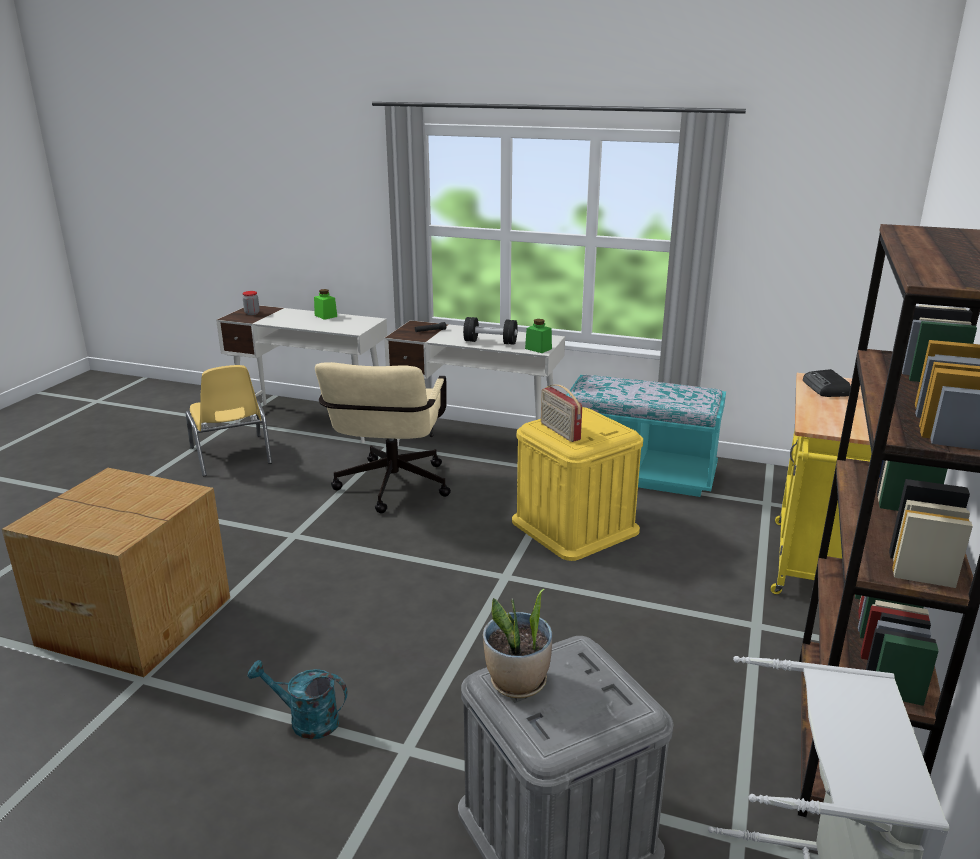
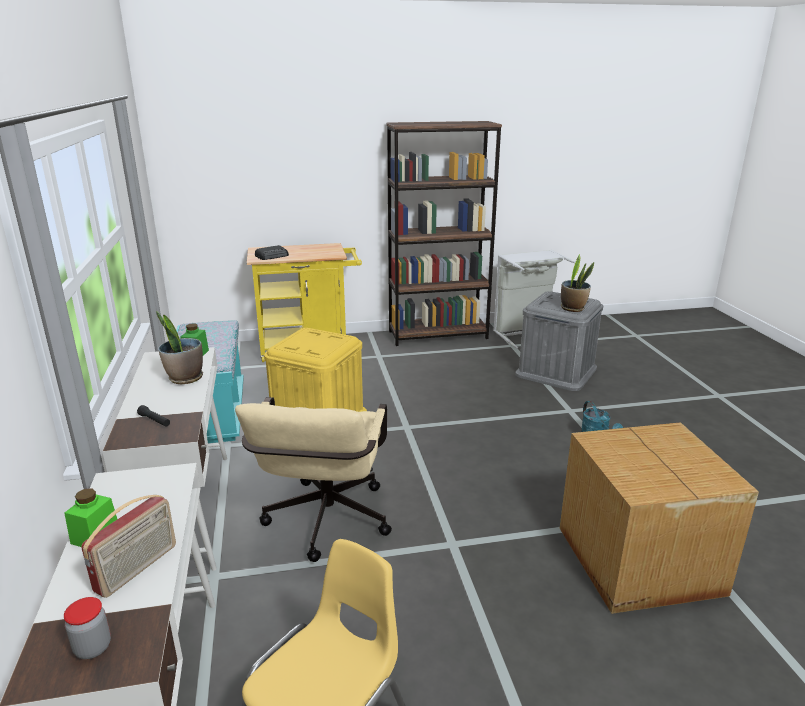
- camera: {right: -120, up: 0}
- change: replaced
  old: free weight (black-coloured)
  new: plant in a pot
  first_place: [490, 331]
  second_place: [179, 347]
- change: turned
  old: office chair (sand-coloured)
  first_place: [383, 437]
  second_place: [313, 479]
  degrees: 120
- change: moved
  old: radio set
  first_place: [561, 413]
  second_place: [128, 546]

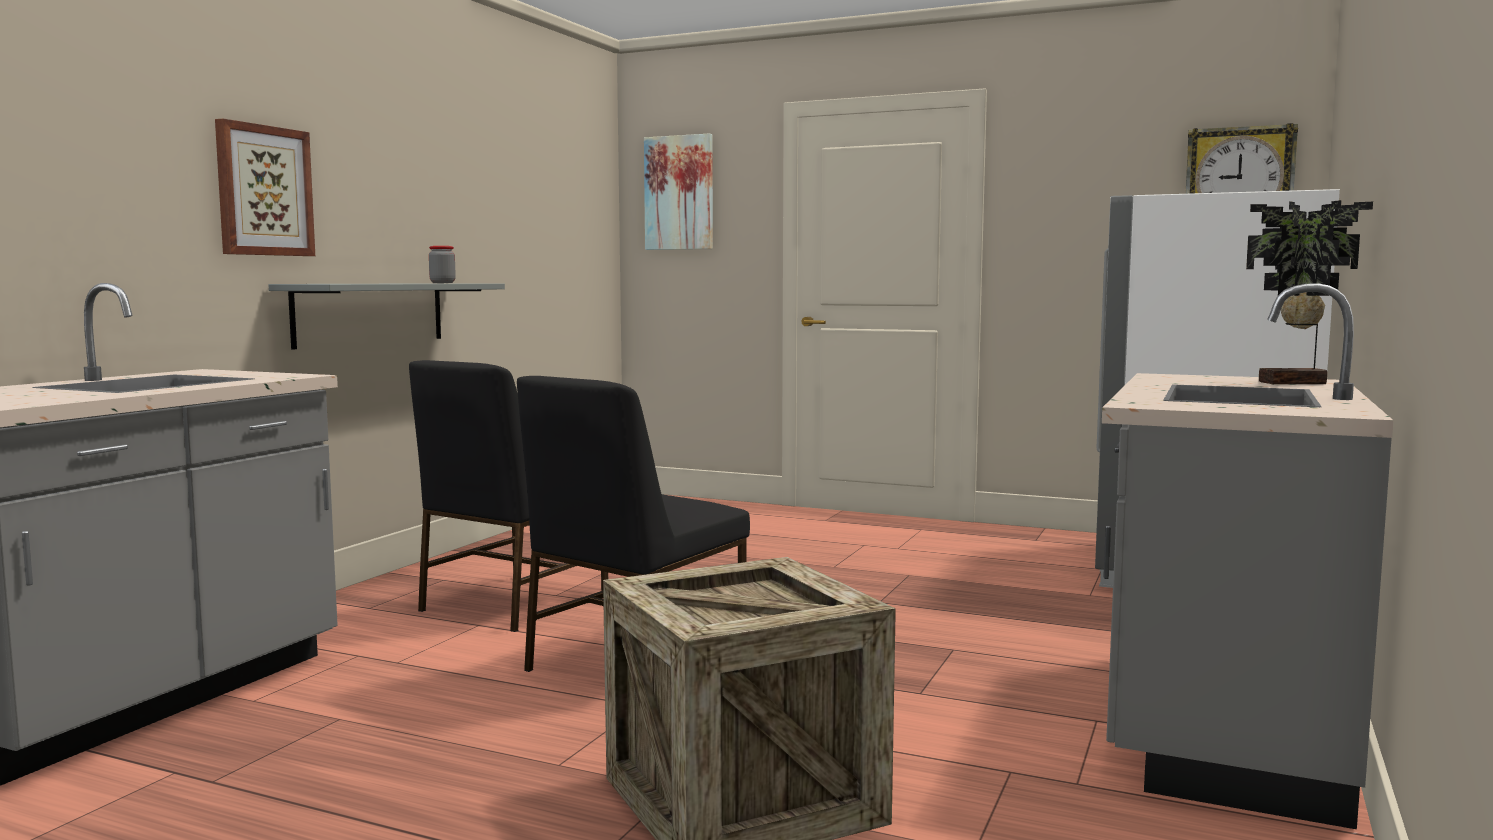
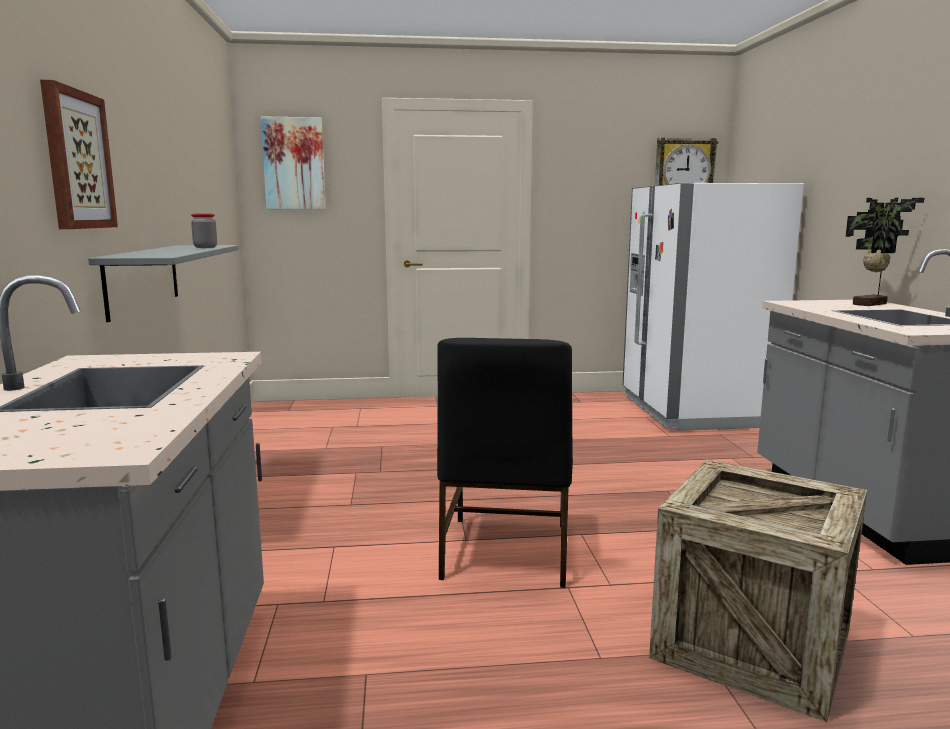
- camera: {right: -30, up: 5}
- change: removed
  old: plain chair (black-coloured)
  first_place: [508, 496]

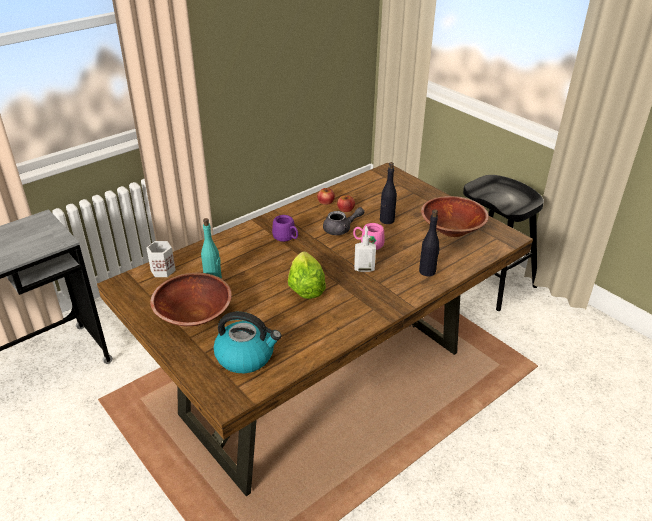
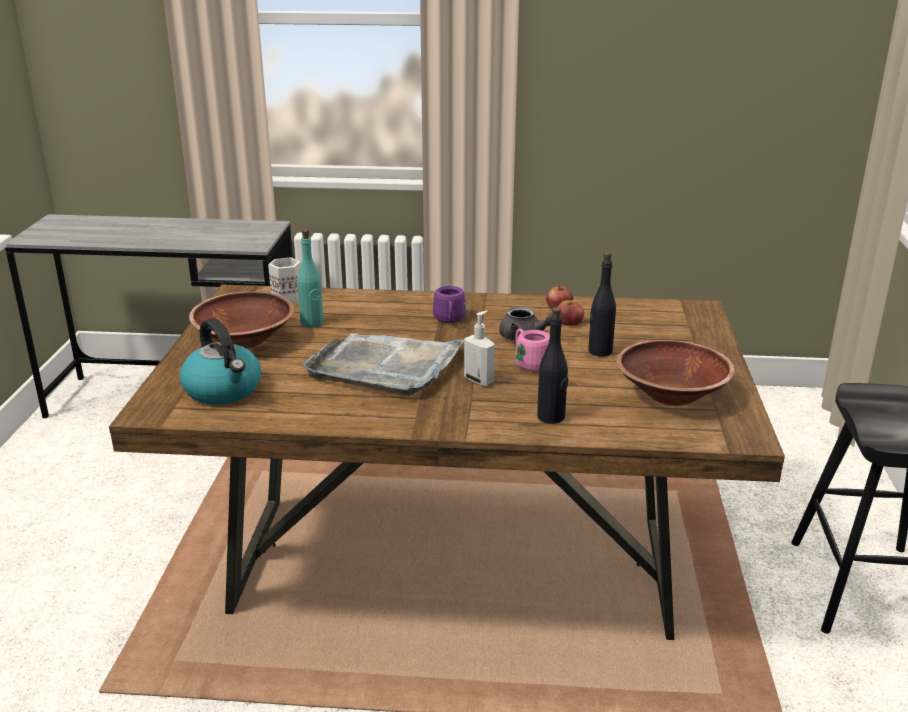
- camera: {right: 45, up: -10}
- change: replaced
  old: head of lettuce
  new: tray (grey)
  first_place: [307, 275]
  second_place: [383, 364]

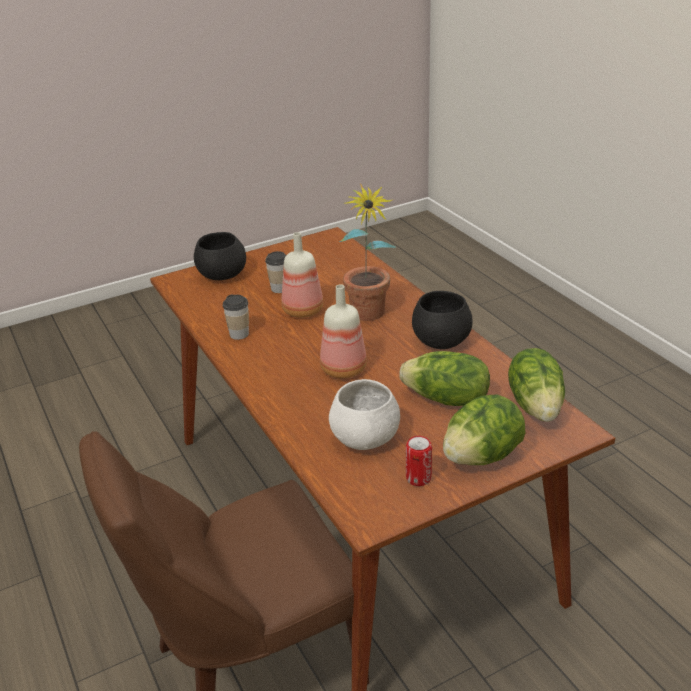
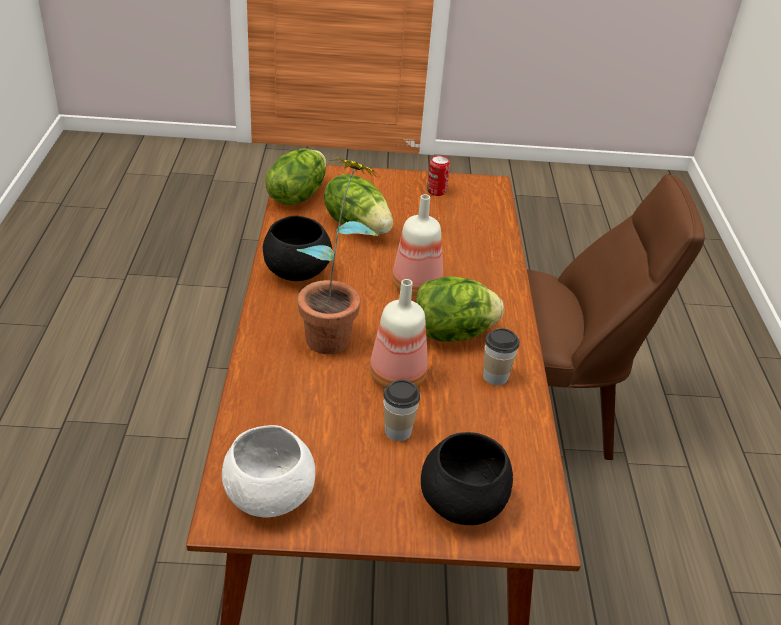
- camera: {right: -155, up: 5}
- change: moved
  old: bowl (whitish)
  first_place: [364, 414]
  second_place: [269, 471]
- change: moved
  old: head of lettuce
  first_place: [484, 429]
  second_place: [460, 309]

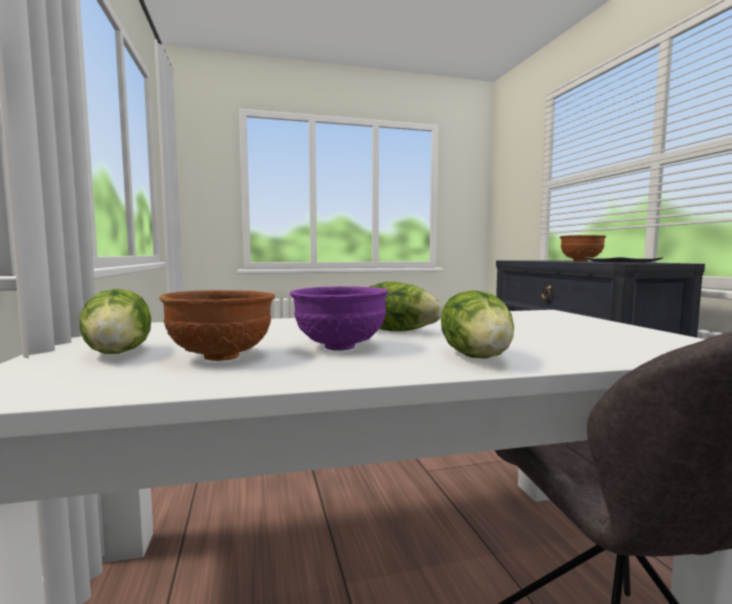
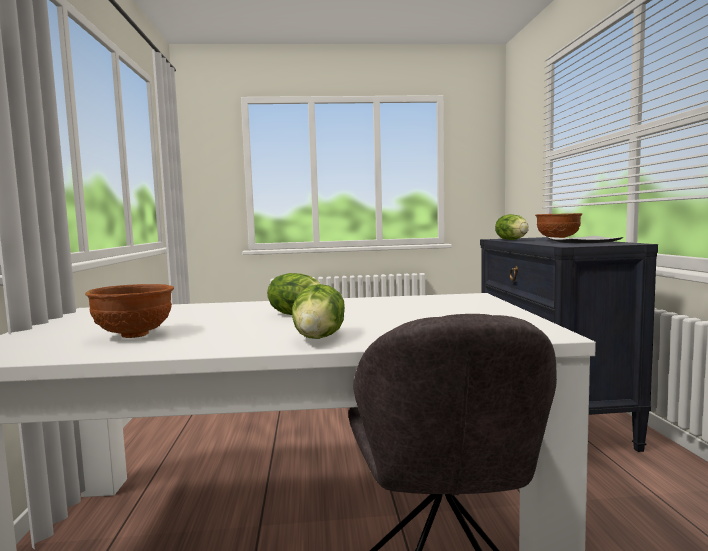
- camera: {right: 10, up: 0}
- change: removed
  old: bowl (purplish)
  first_place: [339, 318]
- change: moved
  old: head of lettuce
  first_place: [115, 321]
  second_place: [512, 227]

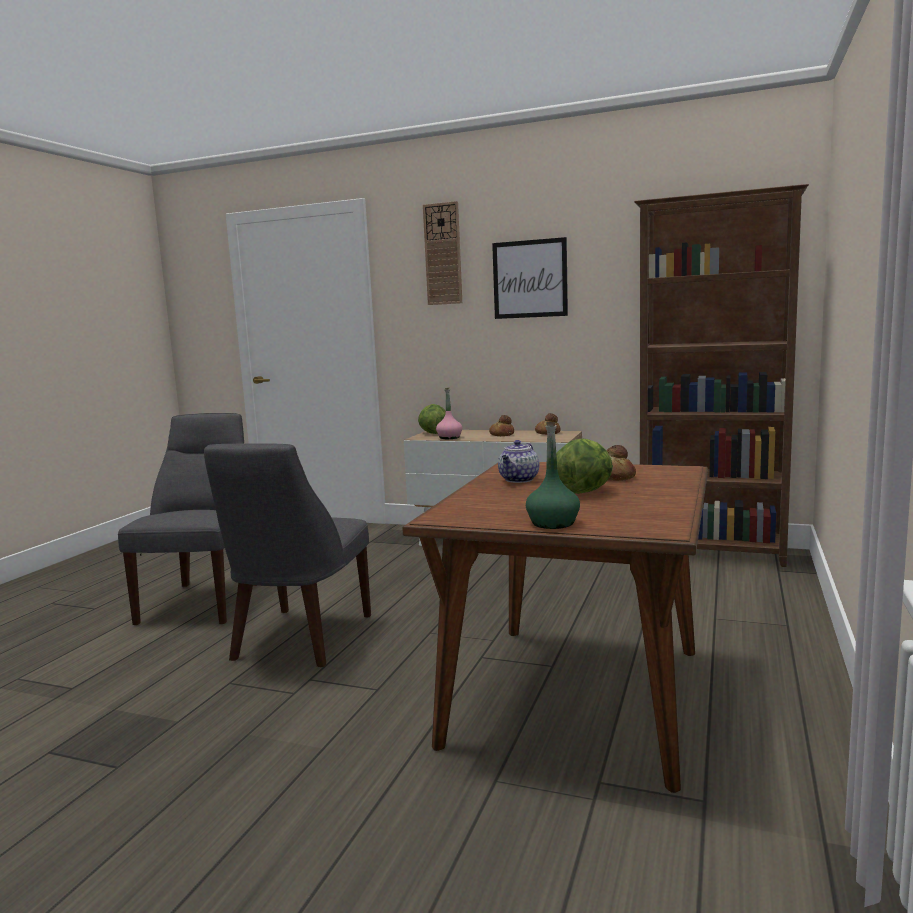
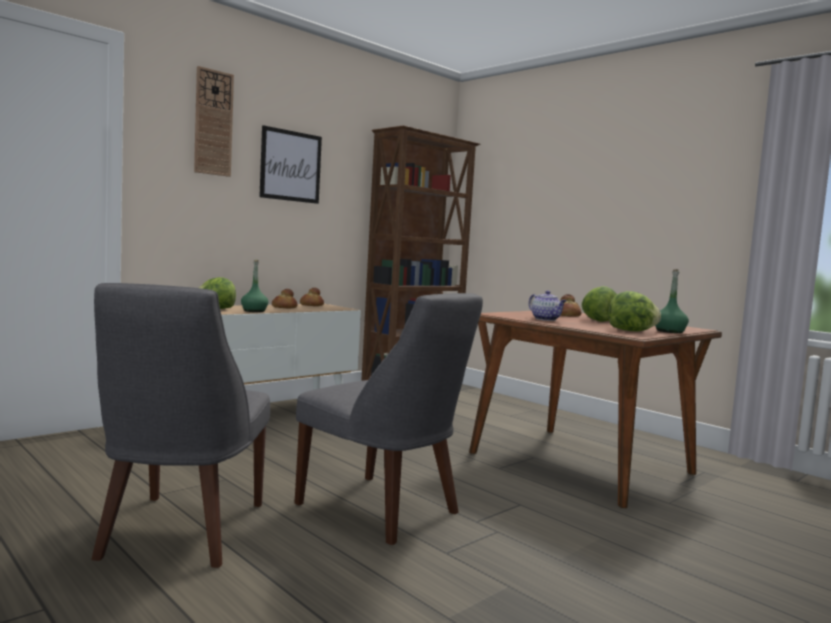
- camera: {right: -65, up: -5}
- change: recoloured
  old: bottle (pinkish)
  new: bottle (green-coloured)
  first_place: [449, 413]
  second_place: [255, 286]
- change: turned
  old: plain chair (grey)
  first_place: [188, 519]
  second_place: [180, 425]
  degrees: -120
- change: added
  new: head of lettuce
  second_place: [634, 311]

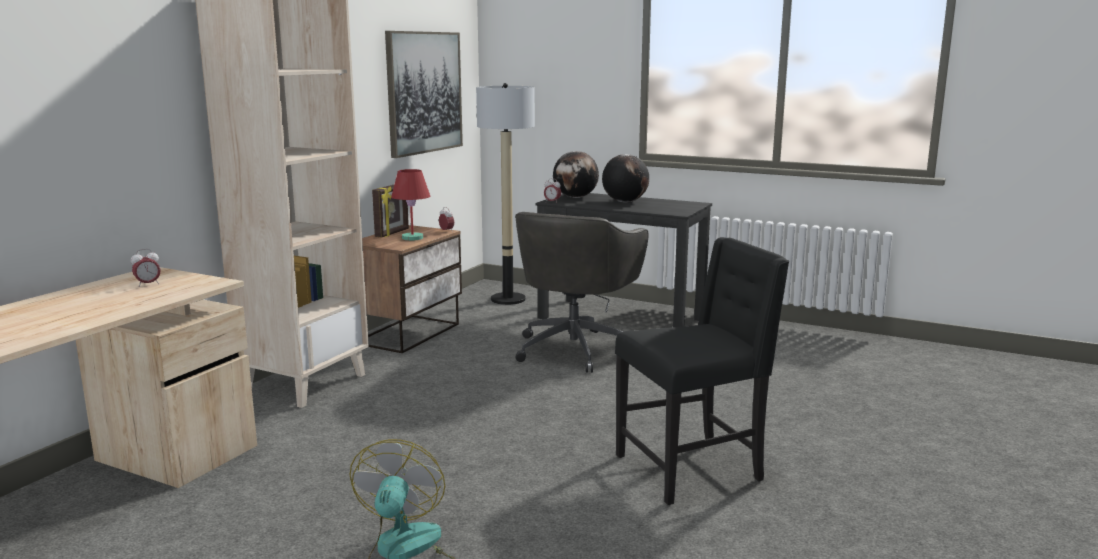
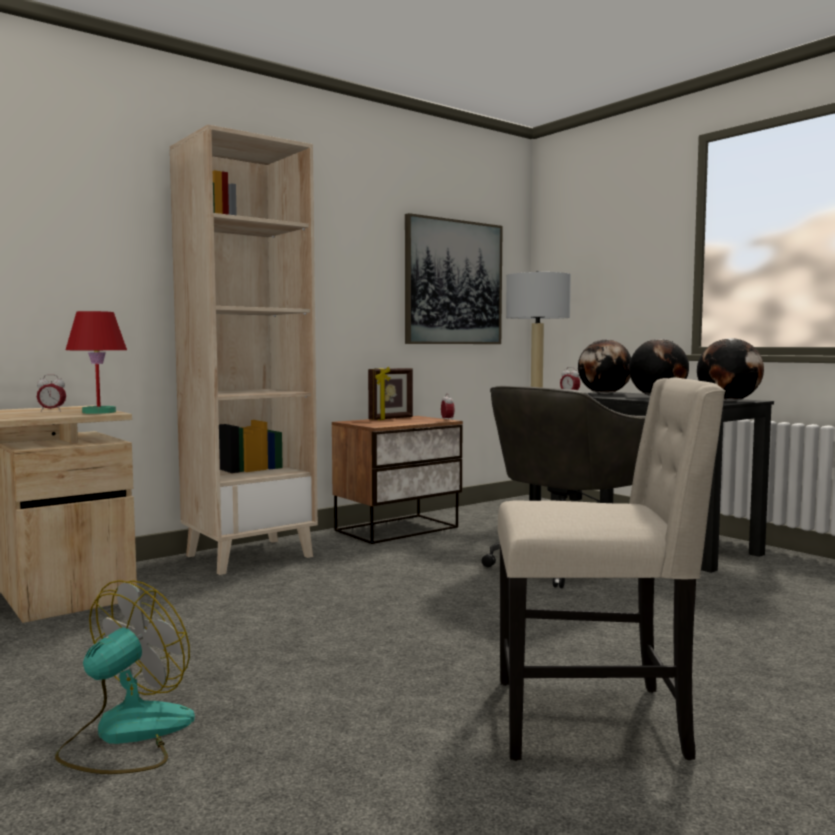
- camera: {right: 25, up: -10}
- change: moved
  old: table lamp (reddish)
  first_place: [410, 205]
  second_place: [96, 362]
- change: recoloured
  old: plain chair (black-coloured)
  new: plain chair (sand-coloured)
  first_place: [702, 371]
  second_place: [611, 569]
- change: added
  new: desk globe
  second_place: [730, 369]

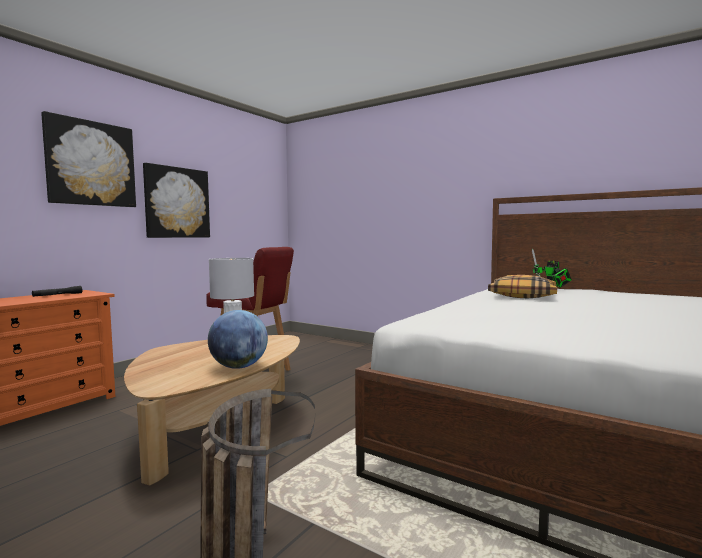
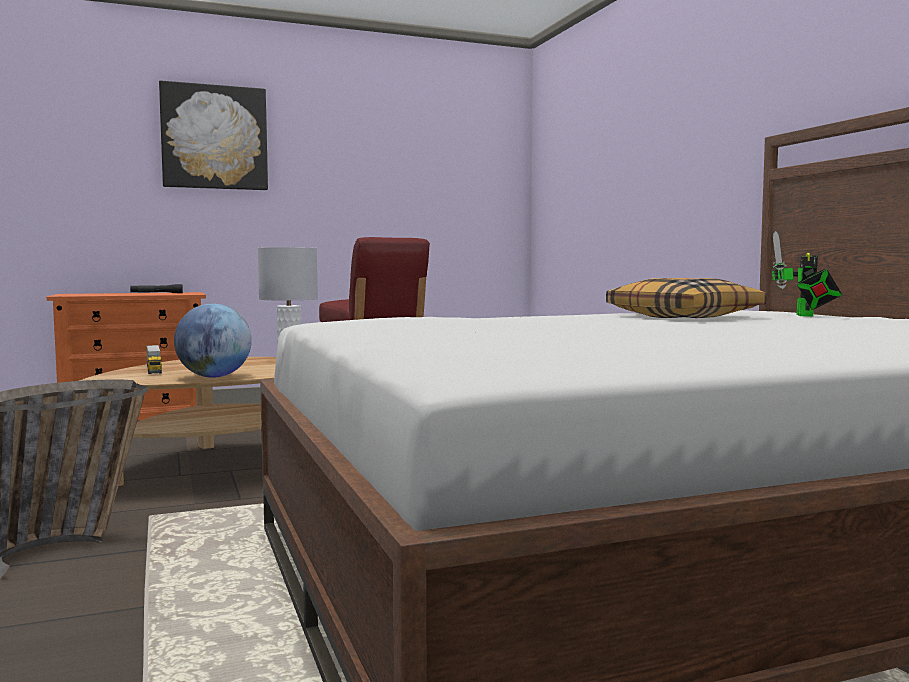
- camera: {right: 35, up: 0}
- change: removed
  old: wall art
  first_place: [176, 200]
- change: added
  new: toy lorry
  second_place: [154, 359]

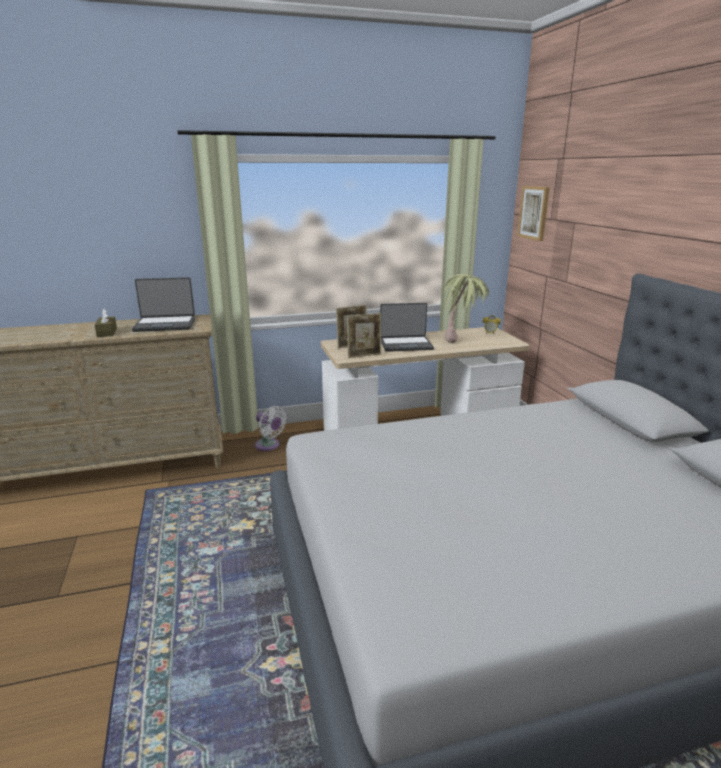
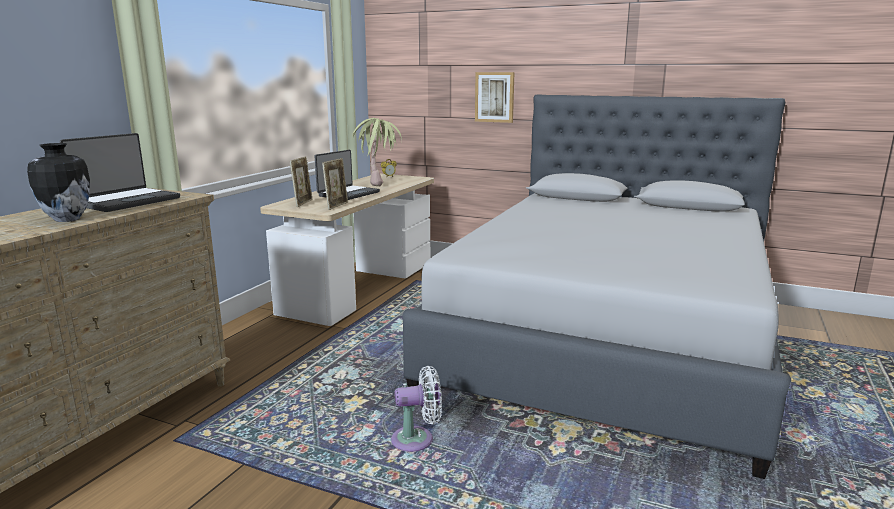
- camera: {right: -50, up: -5}
- change: moved
  old: wall art
  first_place: [534, 213]
  second_place: [495, 97]
- change: replaced
  old: tissue holder (brown)
  new: decorative vase
  first_place: [105, 322]
  second_place: [58, 182]
- change: moved
  old: fan (whitish)
  first_place: [271, 428]
  second_place: [416, 409]

